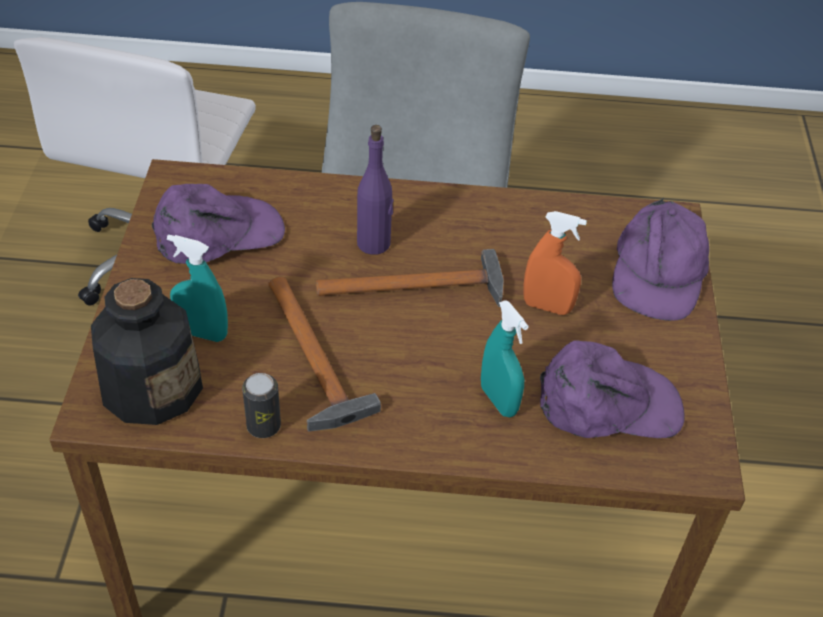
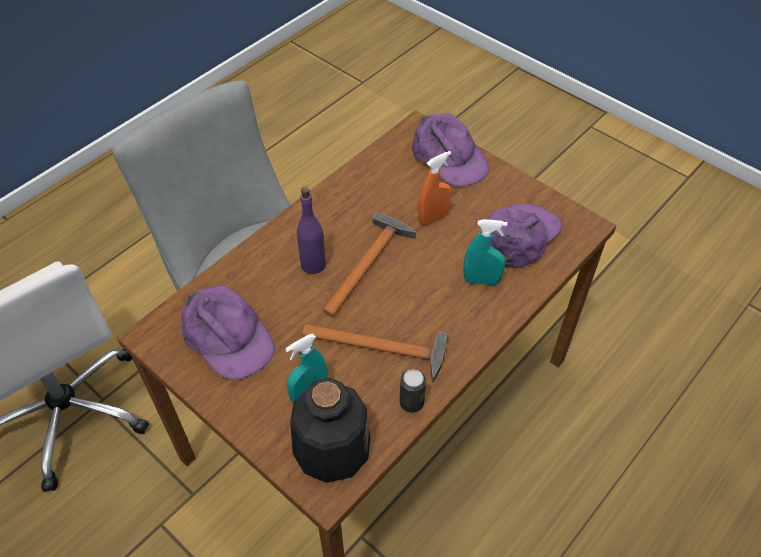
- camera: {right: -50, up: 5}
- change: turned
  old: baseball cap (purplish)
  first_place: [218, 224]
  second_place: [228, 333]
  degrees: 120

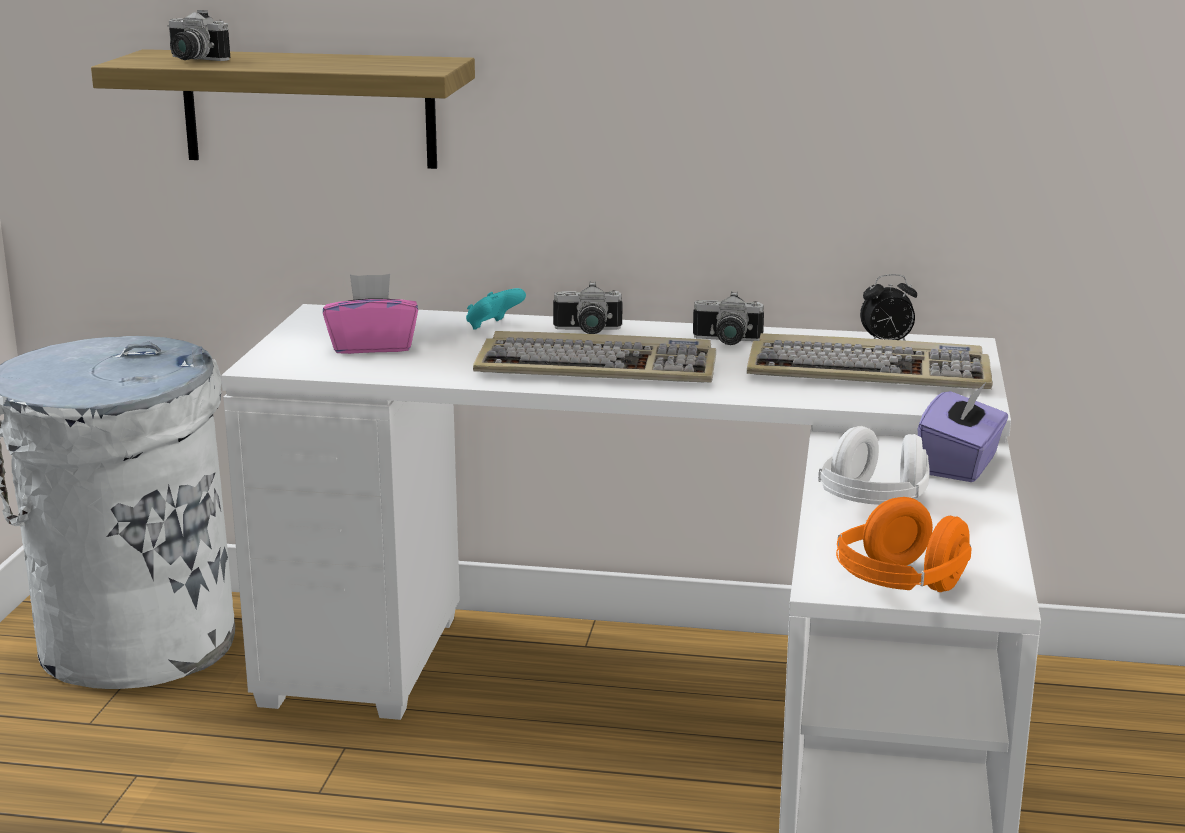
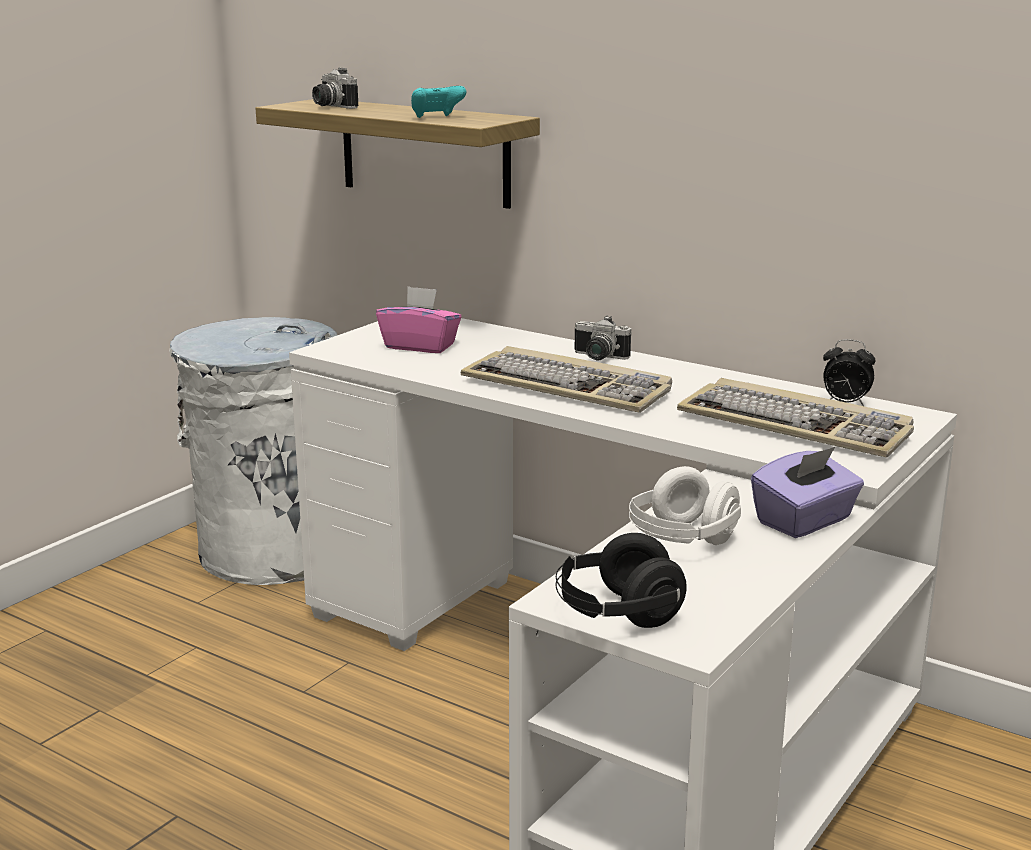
- camera: {right: 25, up: 0}
- change: moved
  old: joypad (turquoise)
  first_place: [496, 309]
  second_place: [438, 102]
- change: removed
  old: still camera
  first_place: [728, 318]
- change: recoloured
  old: headset (orangey)
  new: headset (black-coloured)
  first_place: [903, 544]
  second_place: [621, 580]

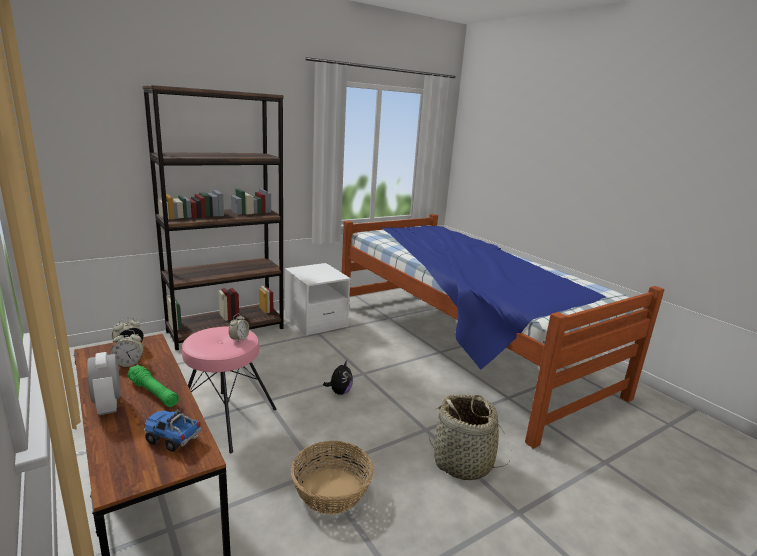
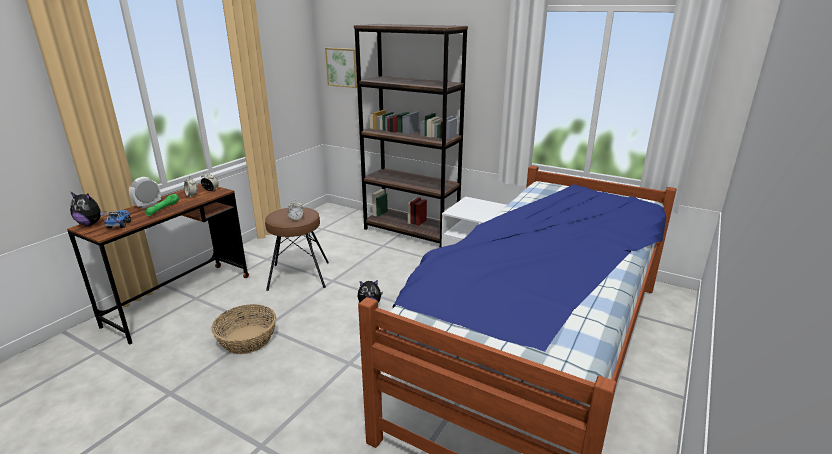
- camera: {right: 65, up: 5}
- change: recoloured
  old: stool (pinkish)
  new: stool (brown)
  first_place: [229, 389]
  second_place: [297, 249]
- change: removed
  old: storage basket
  first_place: [470, 437]
- change: added
  new: wall art
  second_place: [341, 68]
- change: added
  new: cuddly toy
  second_place: [88, 209]

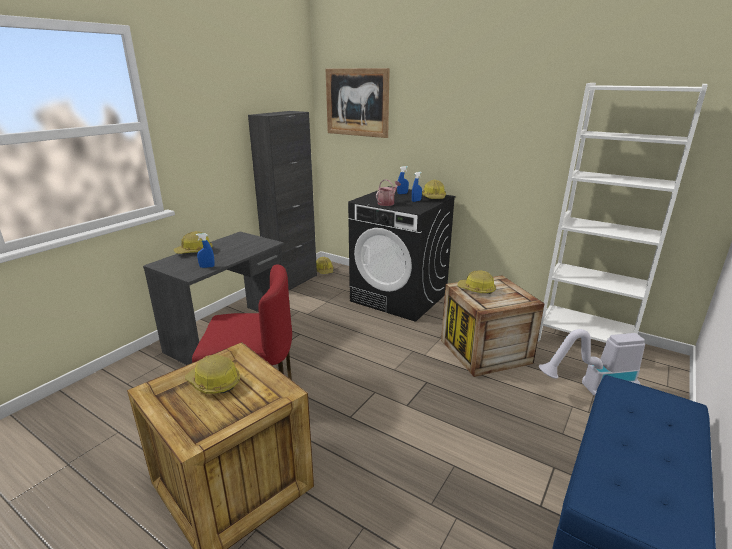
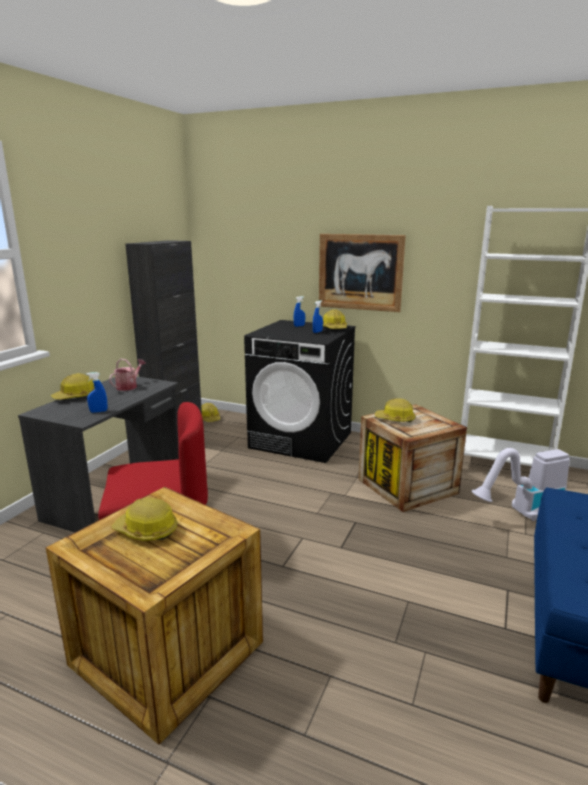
- camera: {right: -10, up: -5}
- change: moved
  old: wall art
  first_place: [358, 103]
  second_place: [362, 273]
- change: moved
  old: sprinkling can
  first_place: [388, 192]
  second_place: [127, 375]

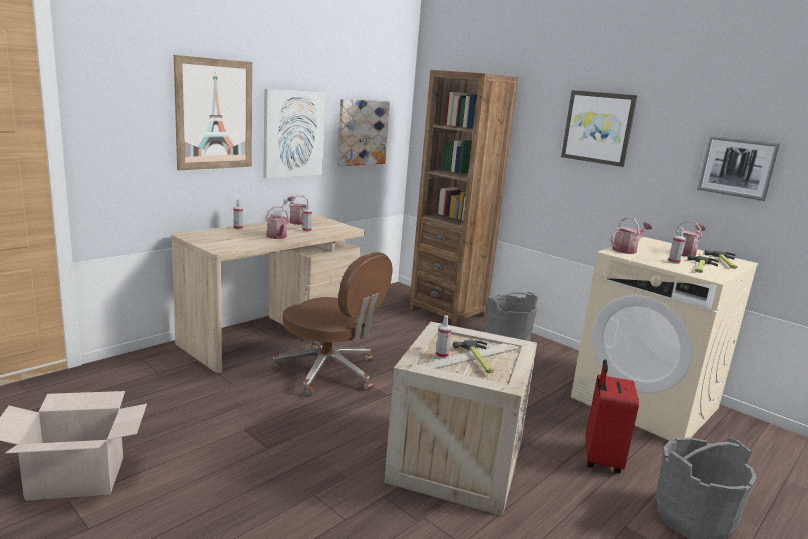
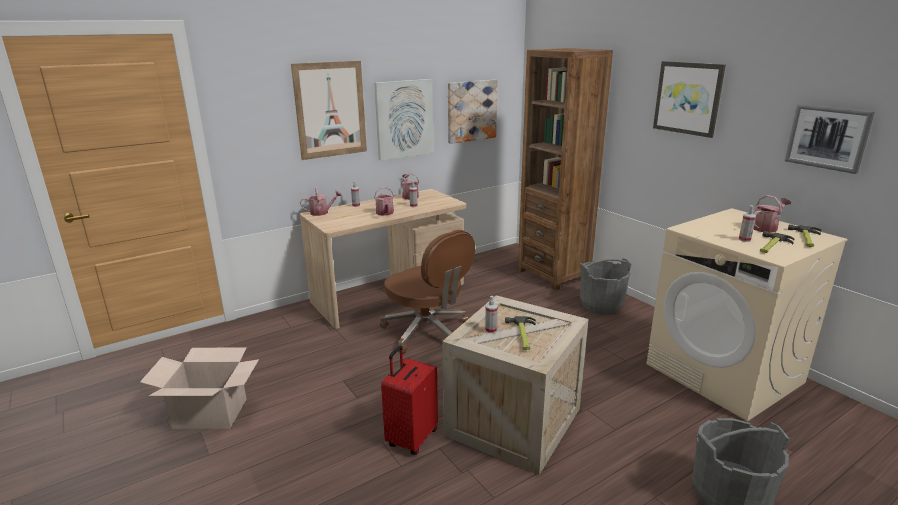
- camera: {right: 15, up: 5}
- change: moved
  old: sprinkling can
  first_place: [631, 235]
  second_place: [321, 201]
- change: moved
  old: travel case (reddish)
  first_place: [612, 416]
  second_place: [409, 400]

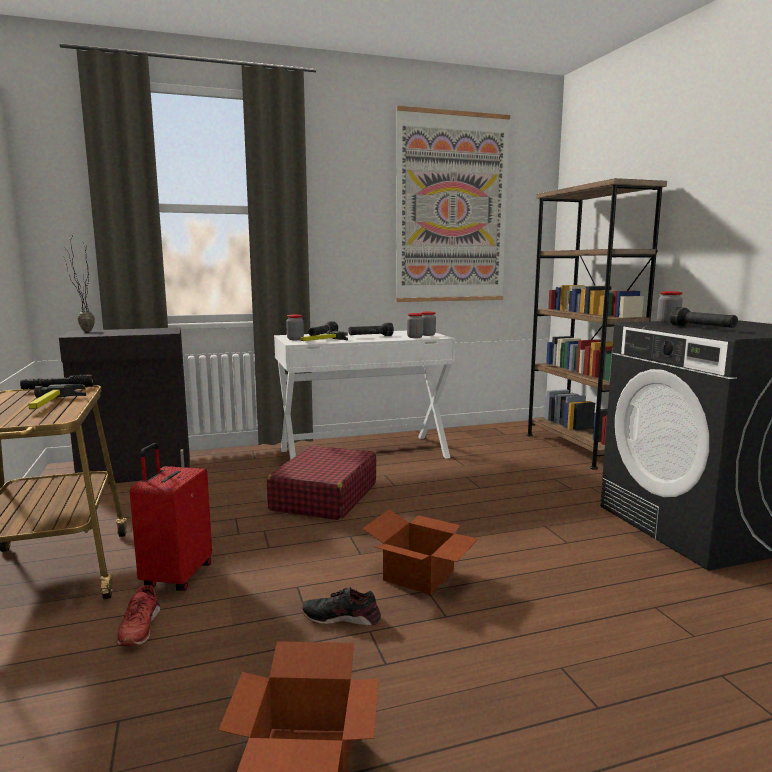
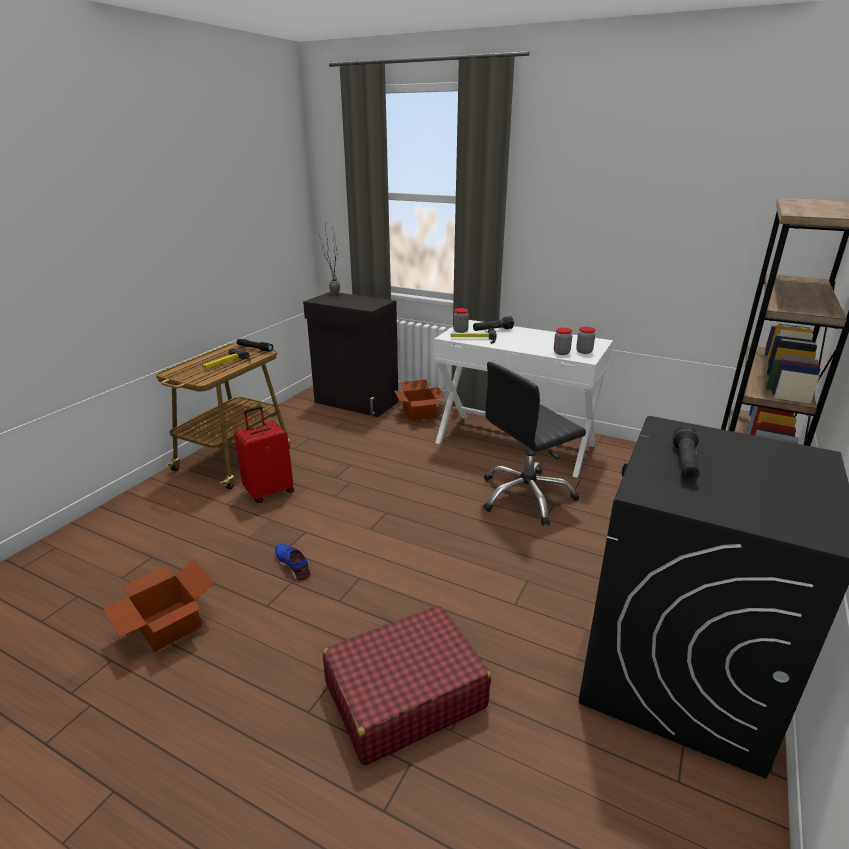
- camera: {right: 45, up: 15}
- change: removed
  old: wall art
  first_place: [453, 204]
- change: removed
  old: jar
  first_place: [670, 307]
- change: removed
  old: torch (black-coloured)
  first_place: [371, 329]
- change: moved
  old: travel case (reddish)
  first_place: [321, 483]
  second_place: [406, 685]
- change: moved
  old: carton
  first_place: [420, 552]
  second_place: [419, 400]
- change: removed
  old: item of footwear (reddish)
  first_place: [138, 615]
- change: recoloured
  old: item of footwear (black-coloured)
  new: item of footwear (blue)
  first_place: [341, 606]
  second_place: [293, 562]
- change: added
  new: office chair (black-coloured)
  second_place: [534, 443]

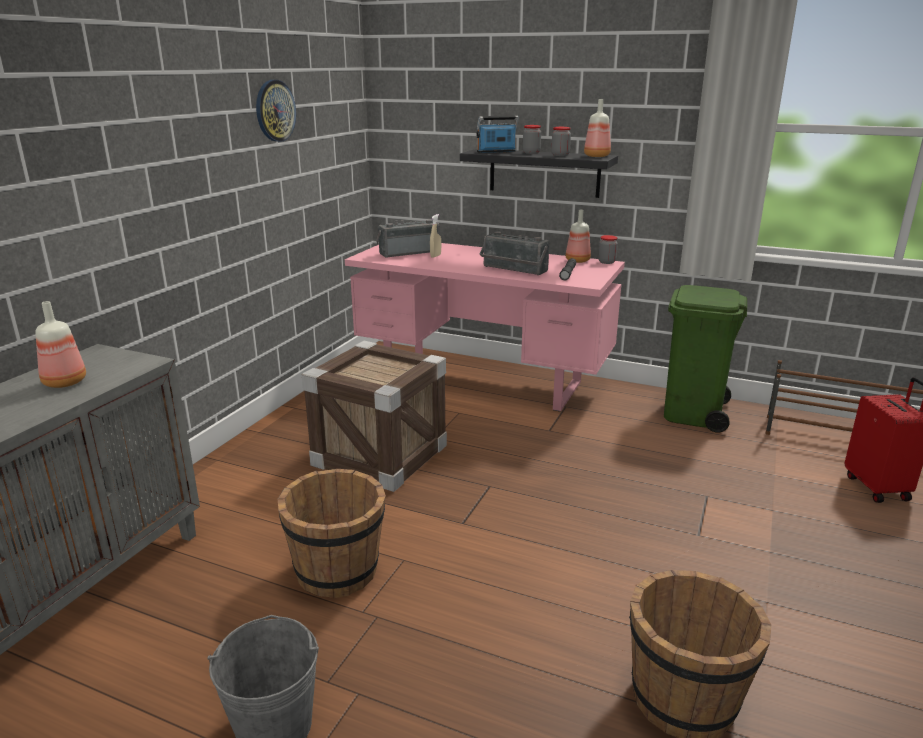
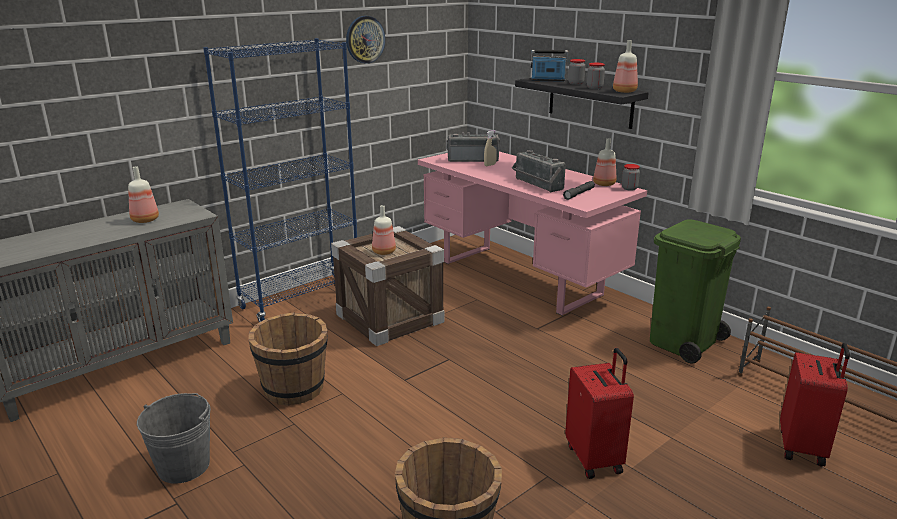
- camera: {right: 25, up: 0}
- change: added
  new: bookcase (blue)
  second_place: [280, 180]
- change: added
  new: bottle
  second_place: [384, 230]
- change: added
  new: travel case (reddish)
  second_place: [599, 413]

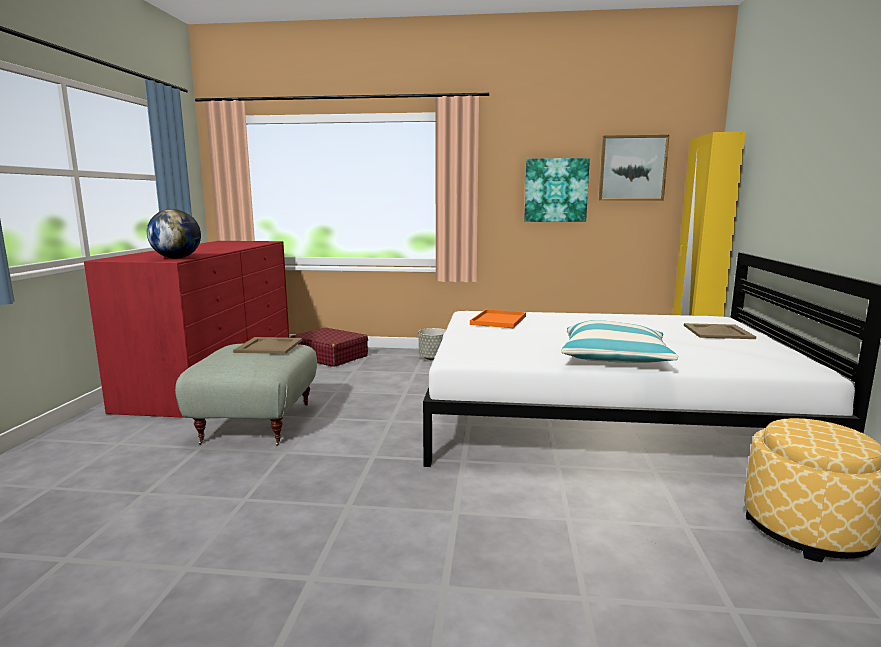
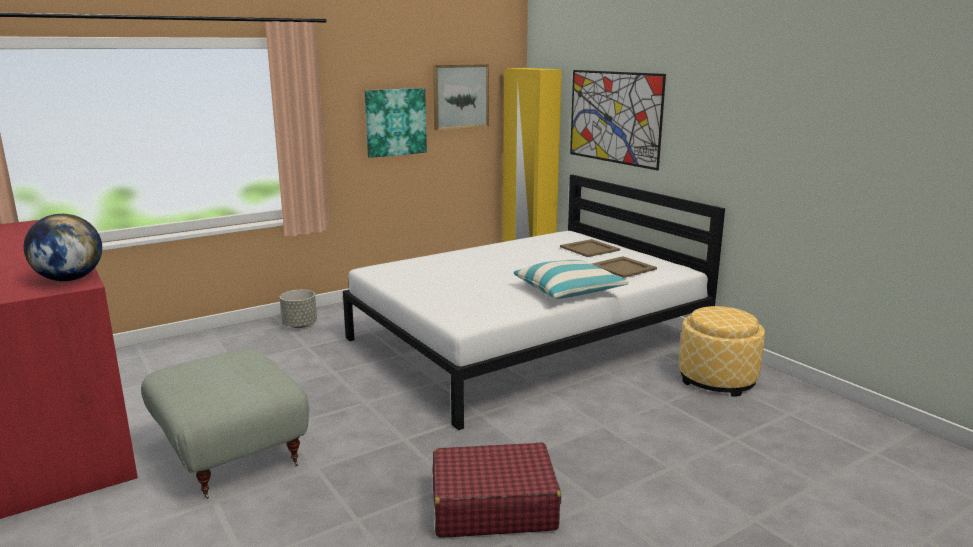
- camera: {right: -40, up: 5}
- change: removed
  old: tray (orangey)
  first_place: [498, 318]
- change: moved
  old: travel case (reddish)
  first_place: [329, 347]
  second_place: [497, 490]
- change: moved
  old: tray (sand-coloured)
  first_place: [267, 345]
  second_place: [624, 267]
- change: added
  new: wall art
  second_place: [618, 120]

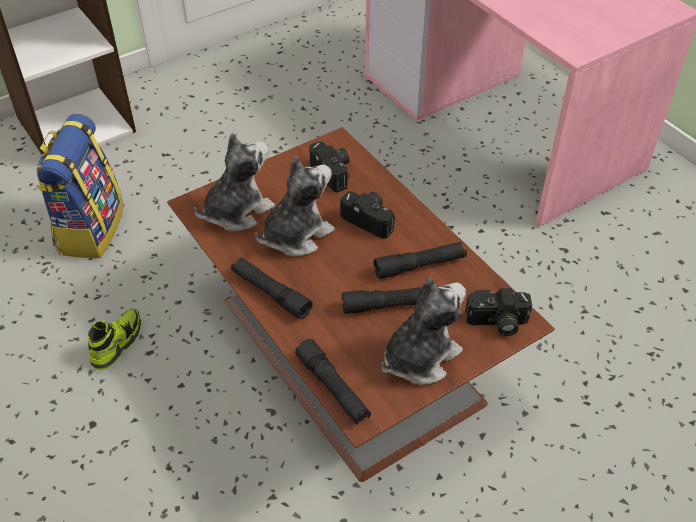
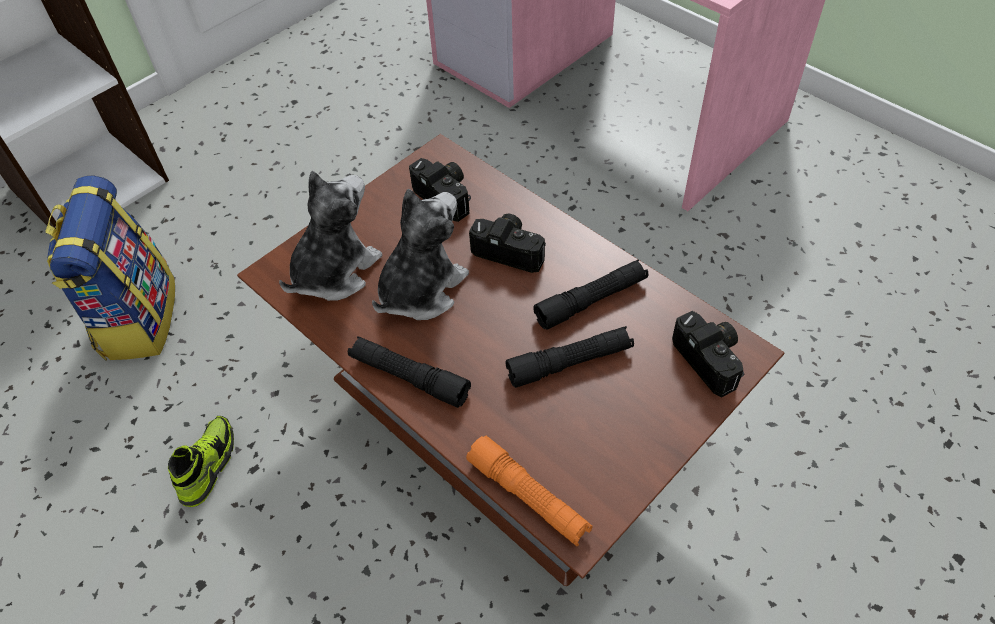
- camera: {right: -10, up: 5}
- change: removed
  old: cuddly toy
  first_place: [423, 331]
- change: turned
  old: still camera
  first_place: [498, 312]
  second_place: [708, 354]
  degrees: -105
- change: recoloured
  old: torch (black-coloured)
  new: torch (orangey)
  first_place: [333, 382]
  second_place: [529, 490]

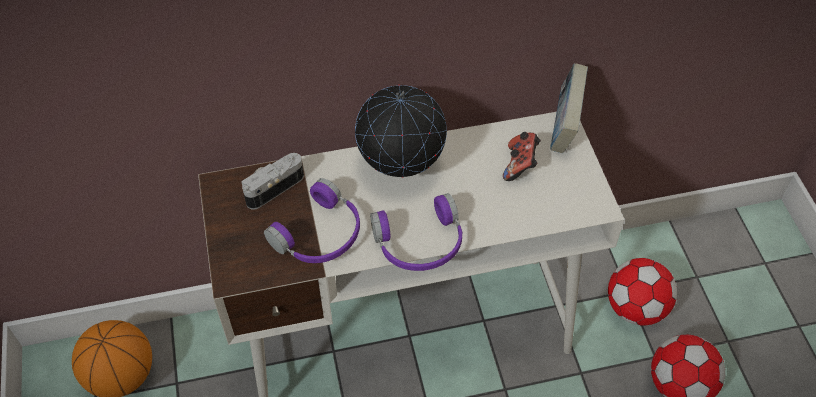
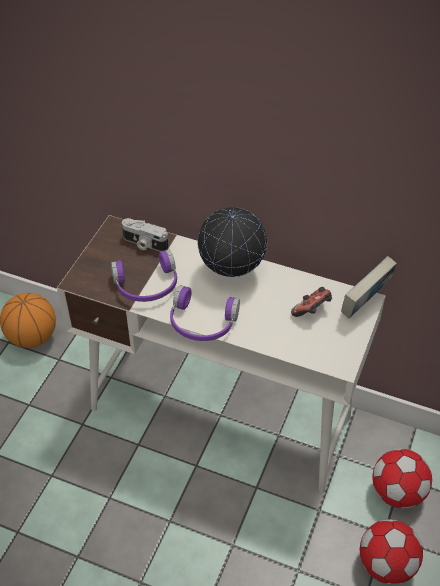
- camera: {right: 35, up: -5}
- change: turned
  old: still camera
  first_place: [272, 181]
  second_place: [145, 235]
  degrees: -150

